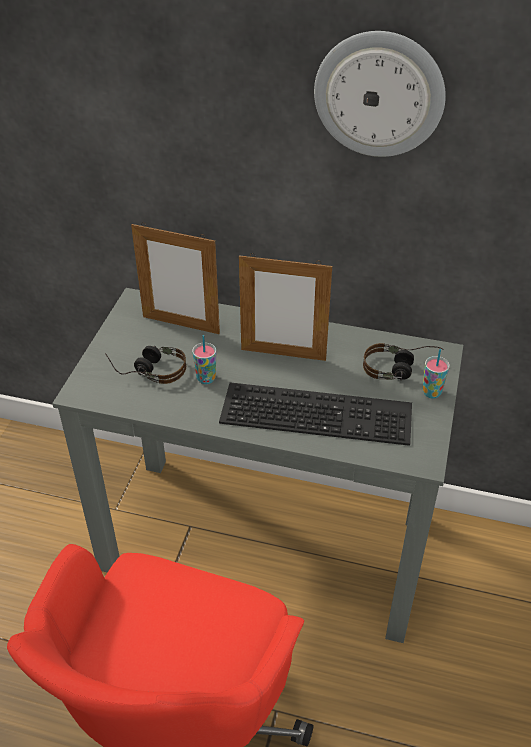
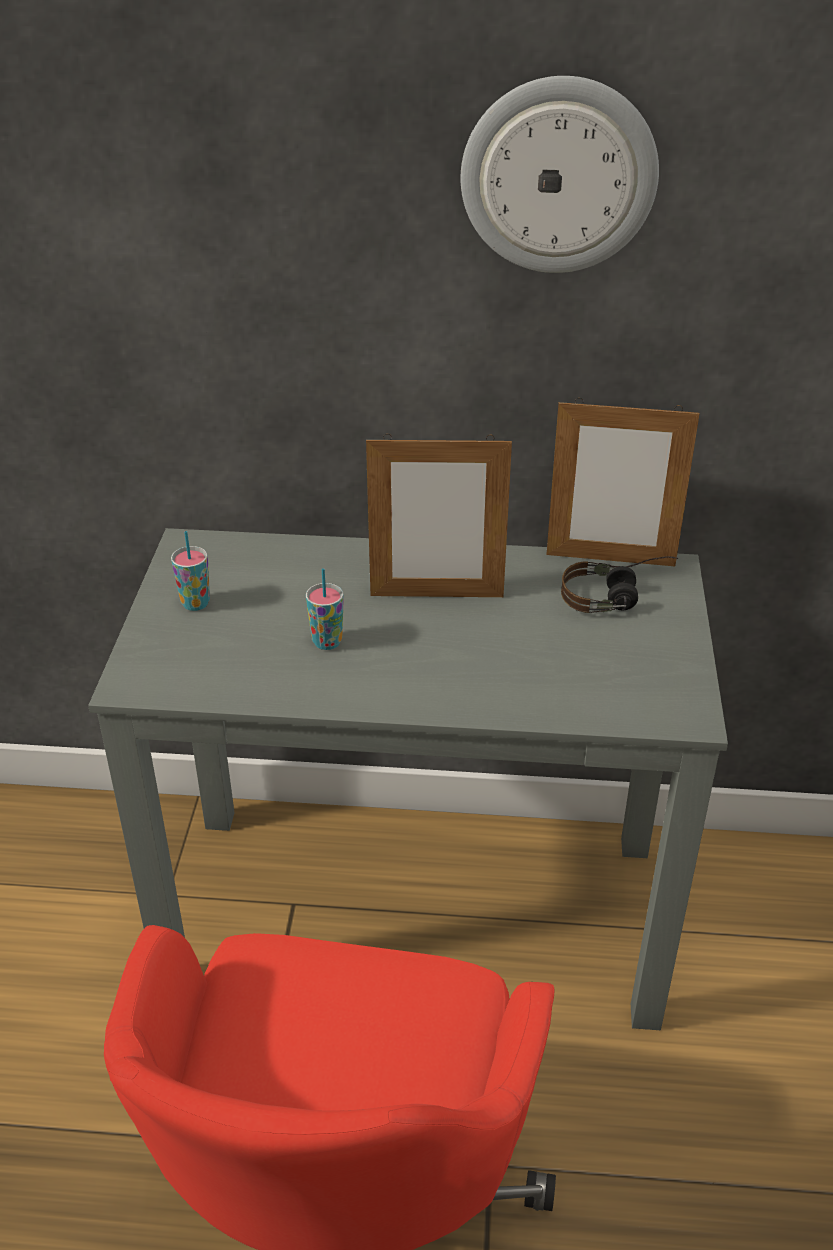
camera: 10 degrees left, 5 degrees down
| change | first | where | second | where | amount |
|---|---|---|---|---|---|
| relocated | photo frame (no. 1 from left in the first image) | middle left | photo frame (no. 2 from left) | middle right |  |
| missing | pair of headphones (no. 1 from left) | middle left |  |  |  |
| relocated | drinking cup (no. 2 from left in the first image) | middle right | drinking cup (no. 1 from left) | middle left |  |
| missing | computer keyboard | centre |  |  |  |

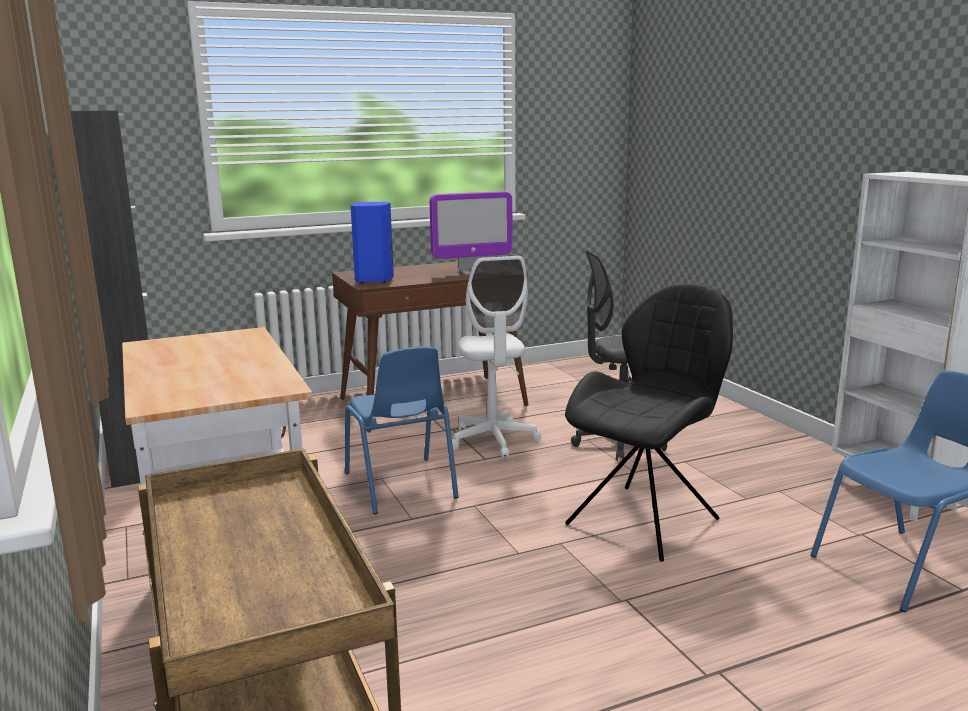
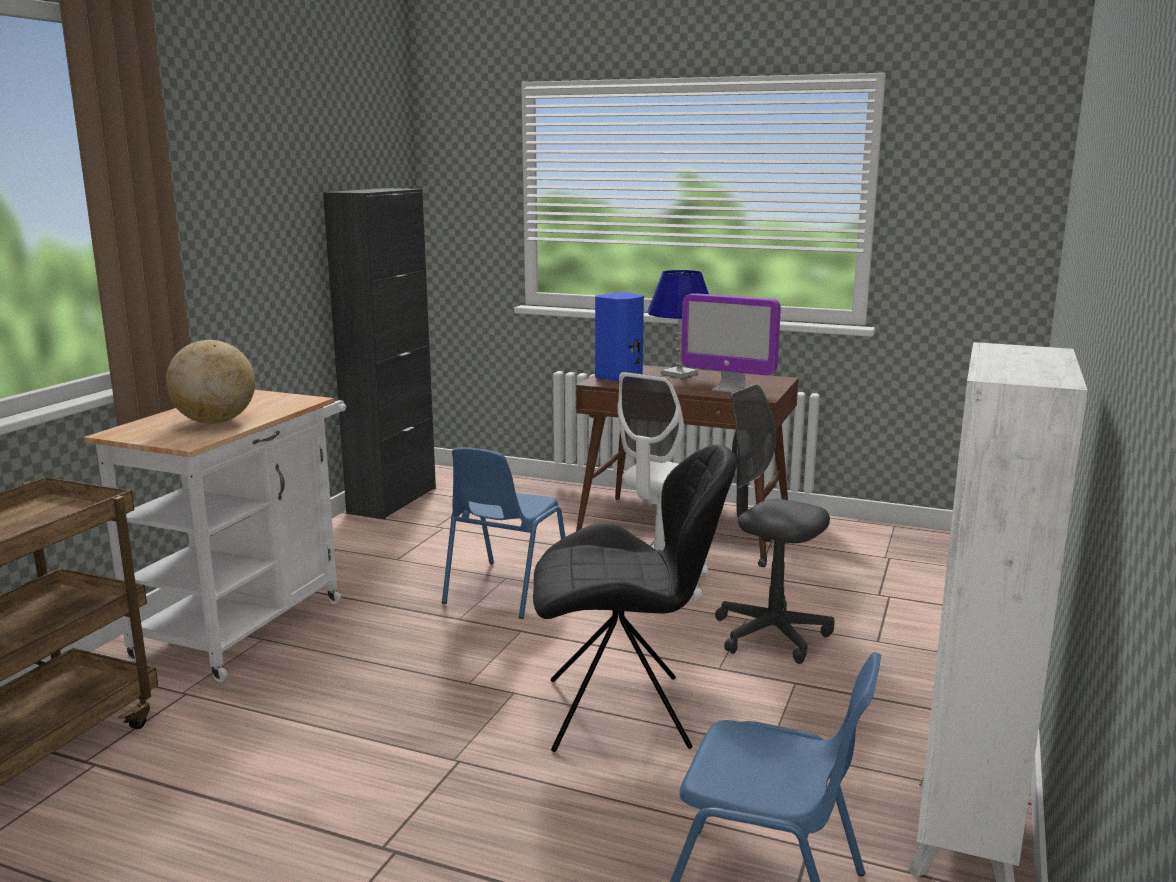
camera: 45 degrees right, 0 degrees up
| change | first | where | second | where | amount |
|---|---|---|---|---|---|
| appeared |  |  | bluish lamp for a table | centre |  |
| appeared |  |  | globe | middle left |  |

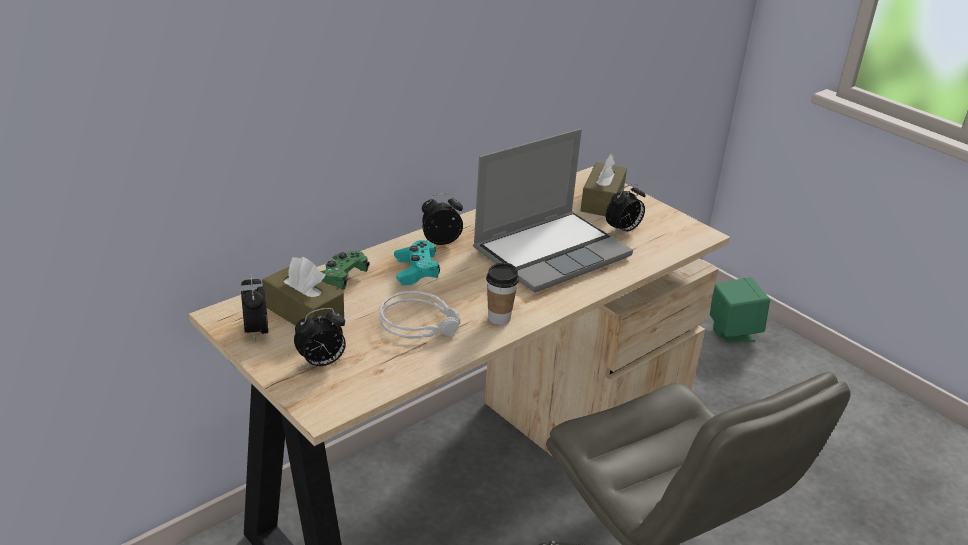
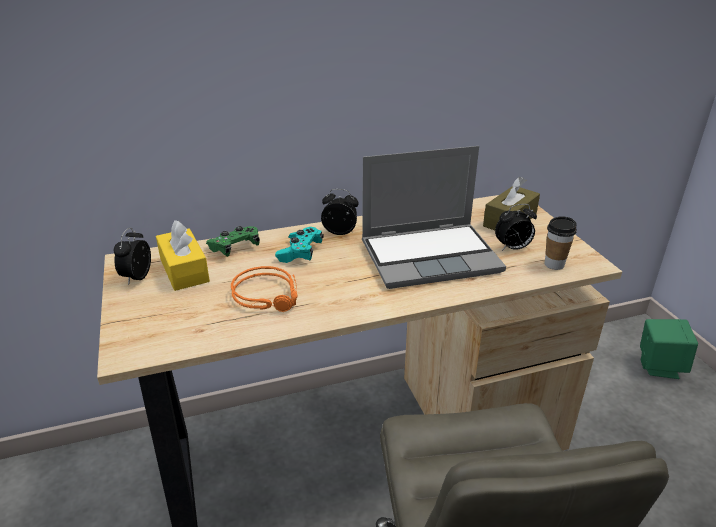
camera: 25 degrees right, 0 degrees up
| change | first | where | second | where | amount |
|---|---|---|---|---|---|
| colour | brown-coloured tissue box (no. 1 from left) | middle left | yellow tissue box | middle left |  |
| relocated | drinking cup | centre |  | middle right |  |
| colour | grey pair of headphones | centre | orange pair of headphones | centre |  |
| missing | bedside clock (no. 2 from left) | middle left |  |  |  |

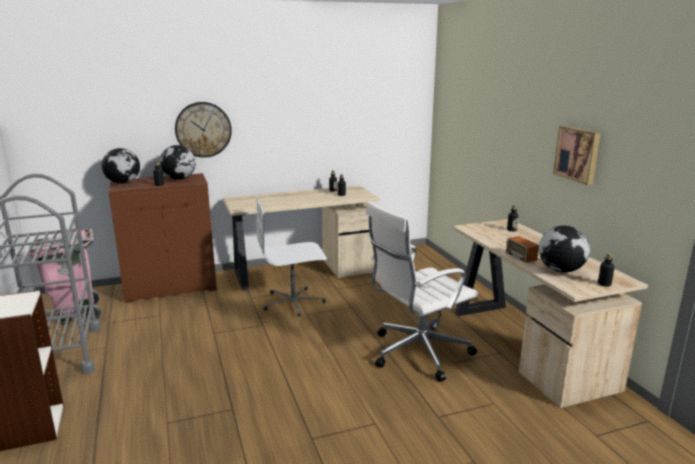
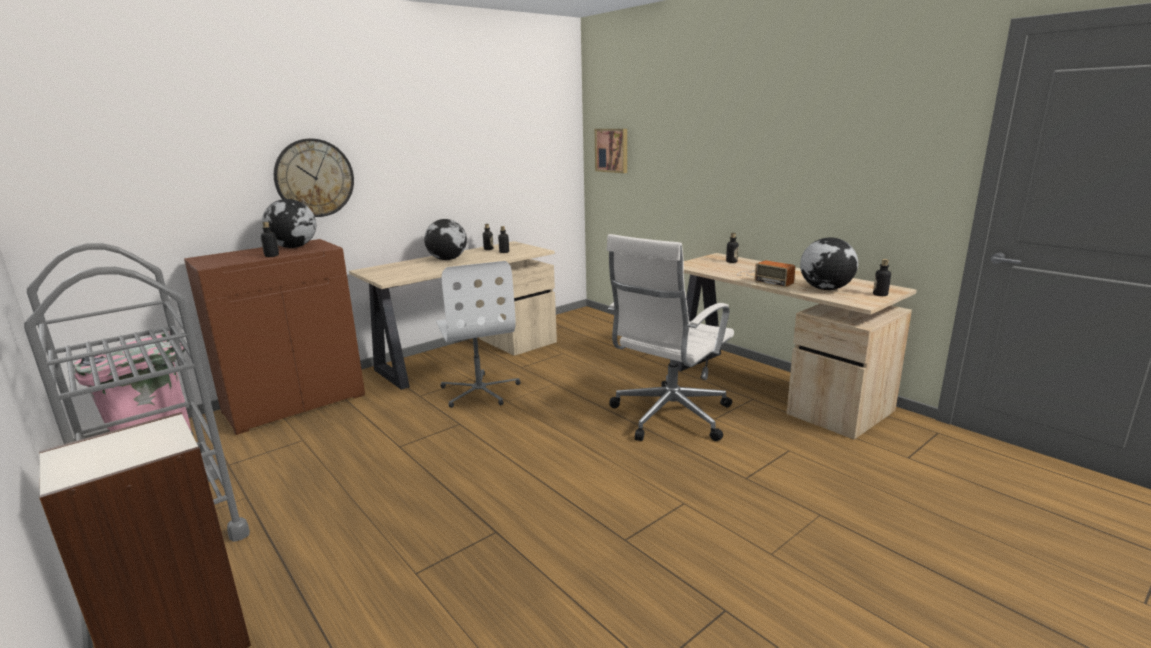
camera: 20 degrees left, 0 degrees up
| change | first | where | second | where | amount |
|---|---|---|---|---|---|
| relocated | wall art | middle right |  | top centre |  |
| relocated | globe (no. 1 from left in the first image) | middle left | globe (no. 2 from left) | centre |  |
| spun | white computer chair (no. 1 from left) | centre |  | centre | 75 degrees counterclockwise |

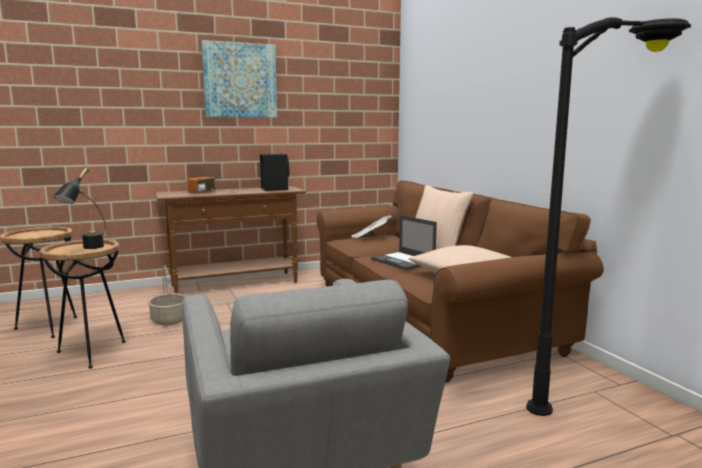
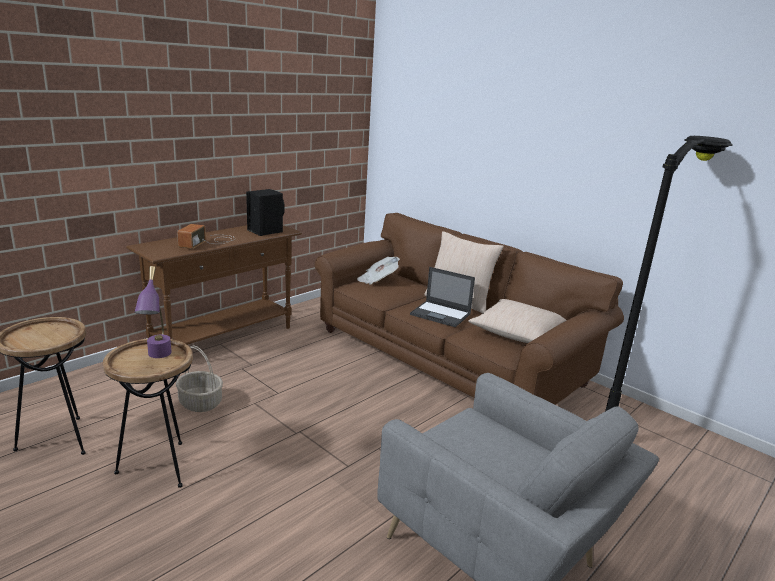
camera: 25 degrees left, 10 degrees up
| change | first | where | second | where | amount |
|---|---|---|---|---|---|
| missing | wall art | top centre |  |  |  |
| colour | blackish lamp for a table | middle left | purple lamp for a table | middle left |  |

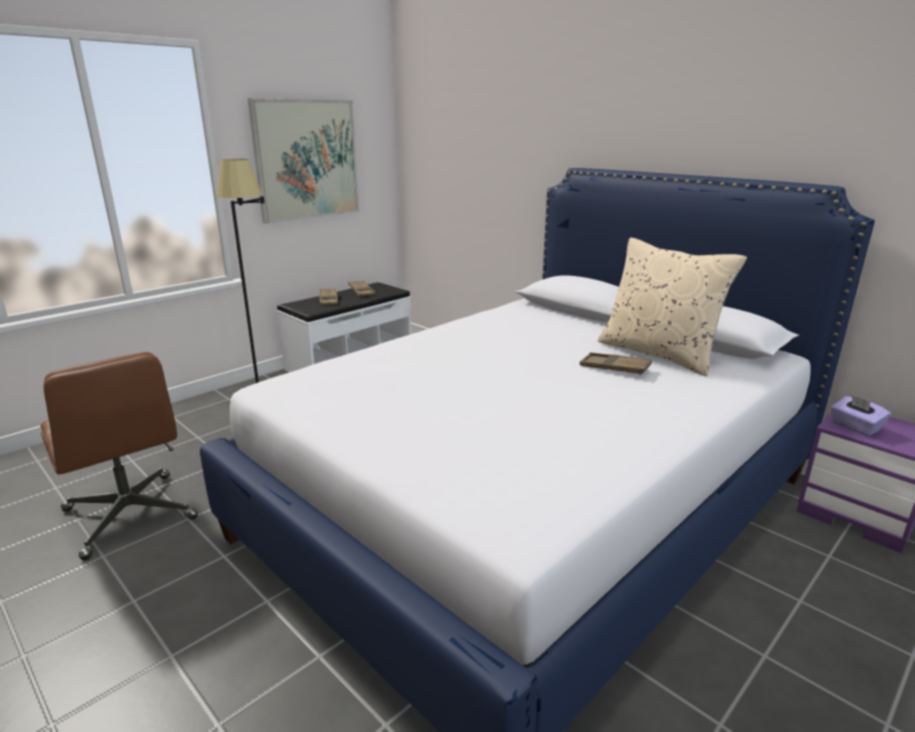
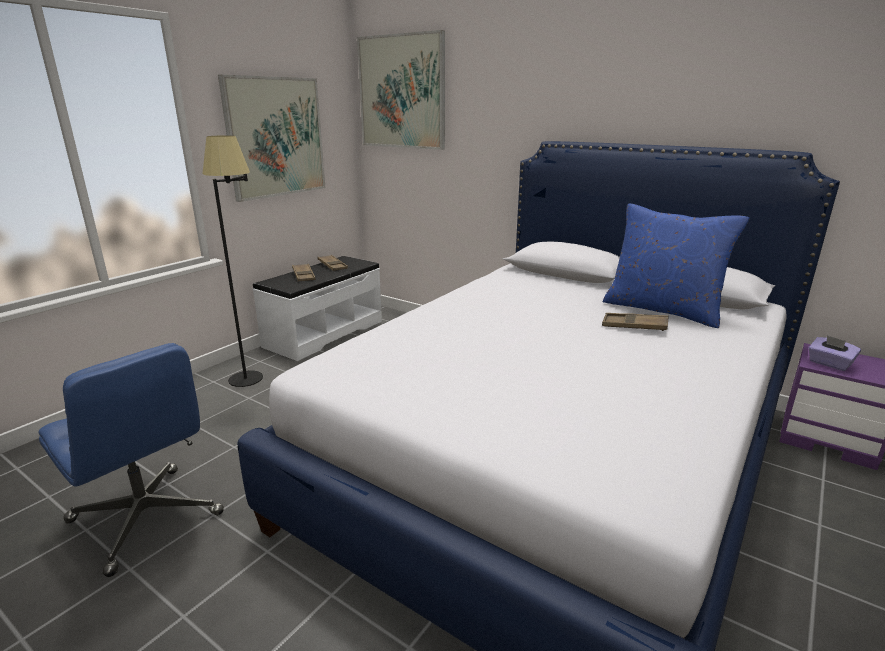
camera: 10 degrees left, 0 degrees up
| change | first | where | second | where | amount |
|---|---|---|---|---|---|
| colour | sand-coloured throw pillow | middle right | bluish throw pillow | middle right |  |
| colour | brown-coloured computer chair | middle left | bluish computer chair | bottom left |  |
| appeared |  |  | wall art (no. 2 from left) | top centre |  |

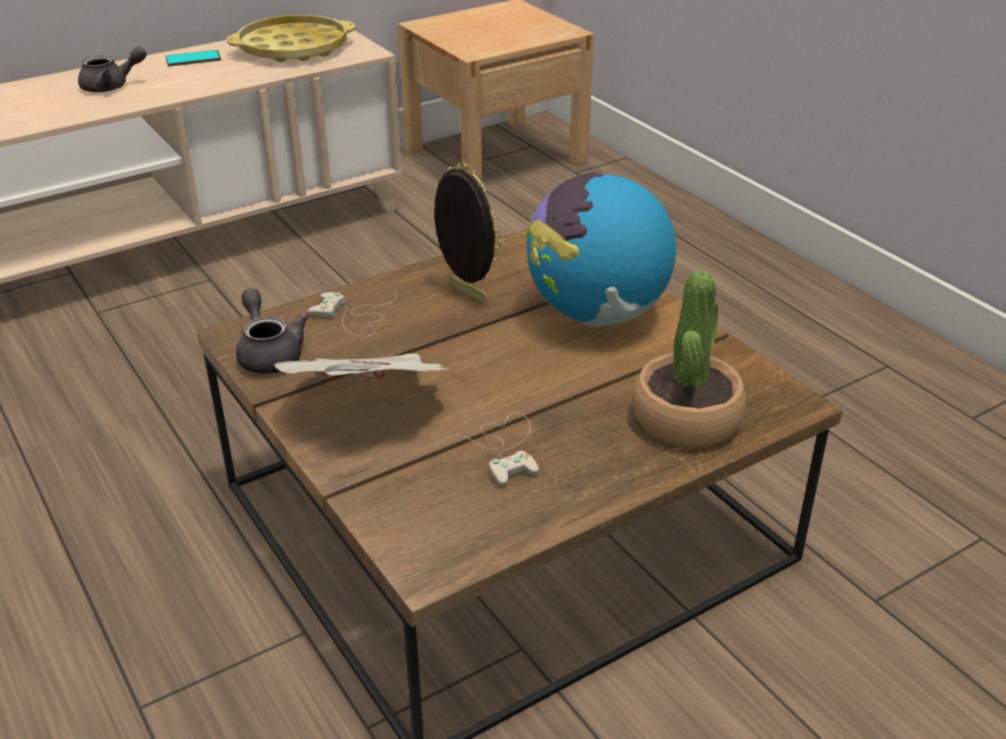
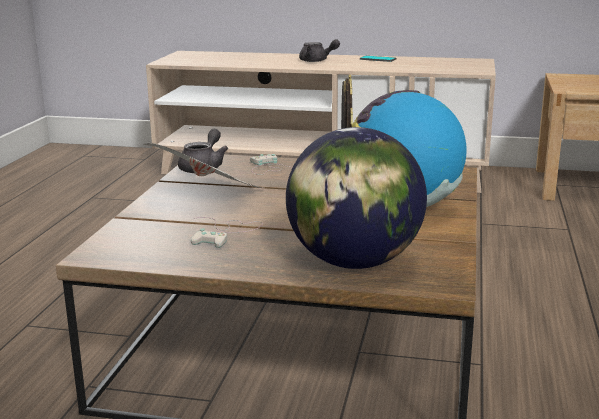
camera: 45 degrees right, 15 degrees down
| change | first | where | second | where | amount |
|---|---|---|---|---|---|
| missing | yellow serving tray | top left |  |  |  |
| exchanged | plant in a pot | middle right | globe (no. 1 from left) | centre |  |

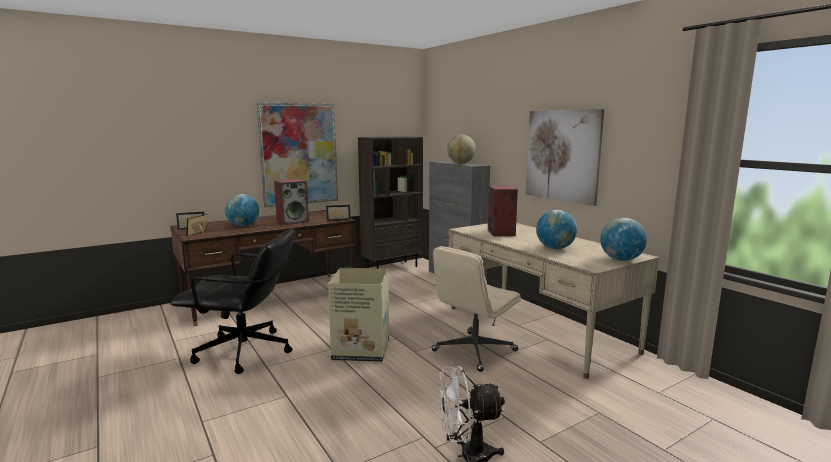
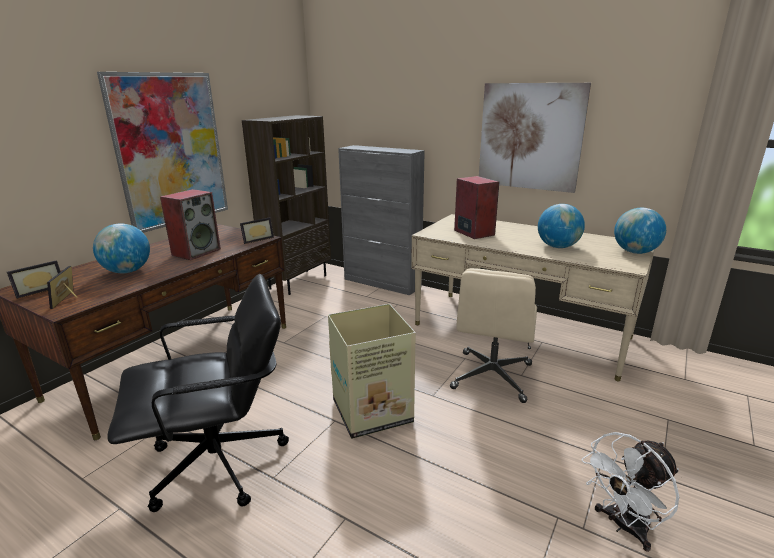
camera: 25 degrees left, 10 degrees up
| change | first | where | second | where | amount |
|---|---|---|---|---|---|
| missing | globe (no. 2 from left) | top centre |  |  |  |

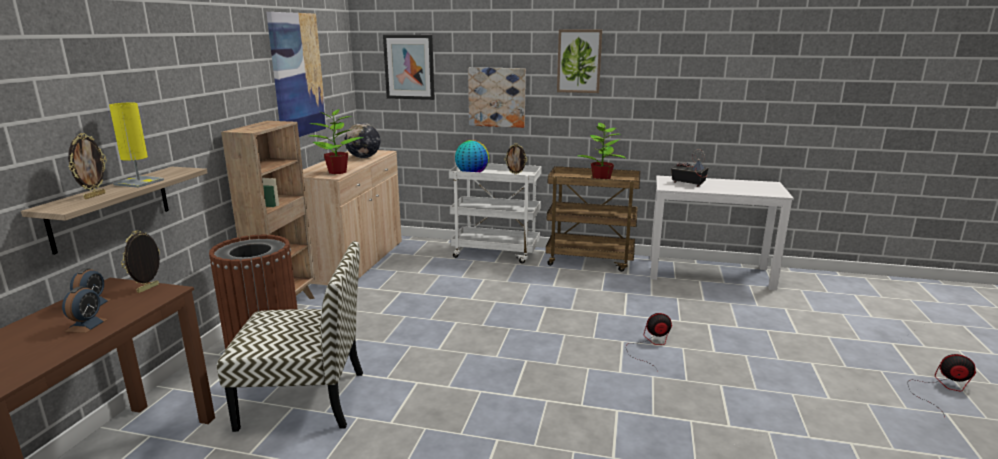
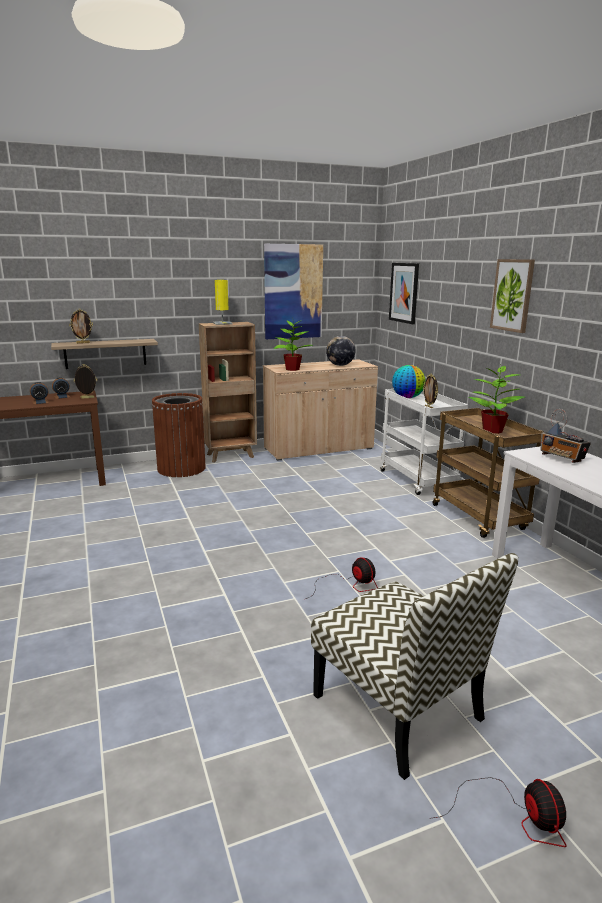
camera: 55 degrees right, 0 degrees up
| change | first | where | second | where | amount |
|---|---|---|---|---|---|
| missing | wall art (no. 3 from left) | top centre |  |  |  |
| relocated | yellow lamp for a table | top left |  | centre |  |
| spun | radio | middle right |  | middle right | 135 degrees clockwise |
| relocated | plain chair | bottom left |  | bottom right |  |

